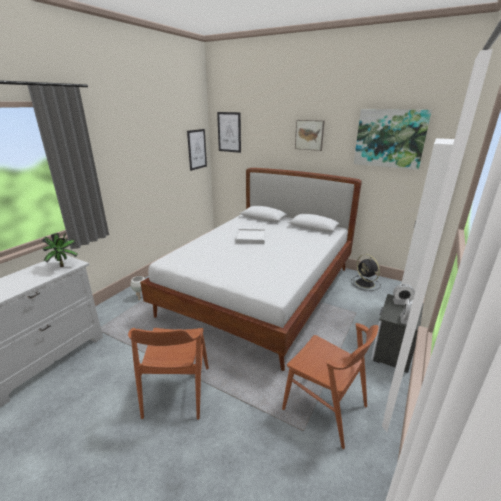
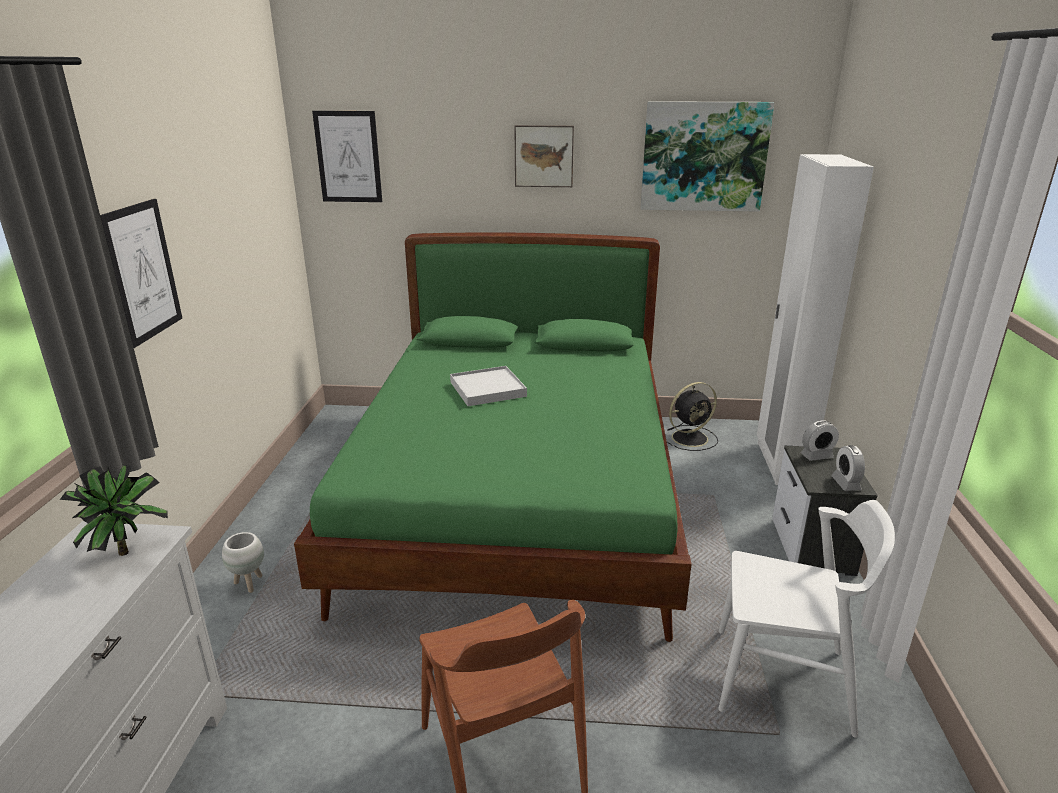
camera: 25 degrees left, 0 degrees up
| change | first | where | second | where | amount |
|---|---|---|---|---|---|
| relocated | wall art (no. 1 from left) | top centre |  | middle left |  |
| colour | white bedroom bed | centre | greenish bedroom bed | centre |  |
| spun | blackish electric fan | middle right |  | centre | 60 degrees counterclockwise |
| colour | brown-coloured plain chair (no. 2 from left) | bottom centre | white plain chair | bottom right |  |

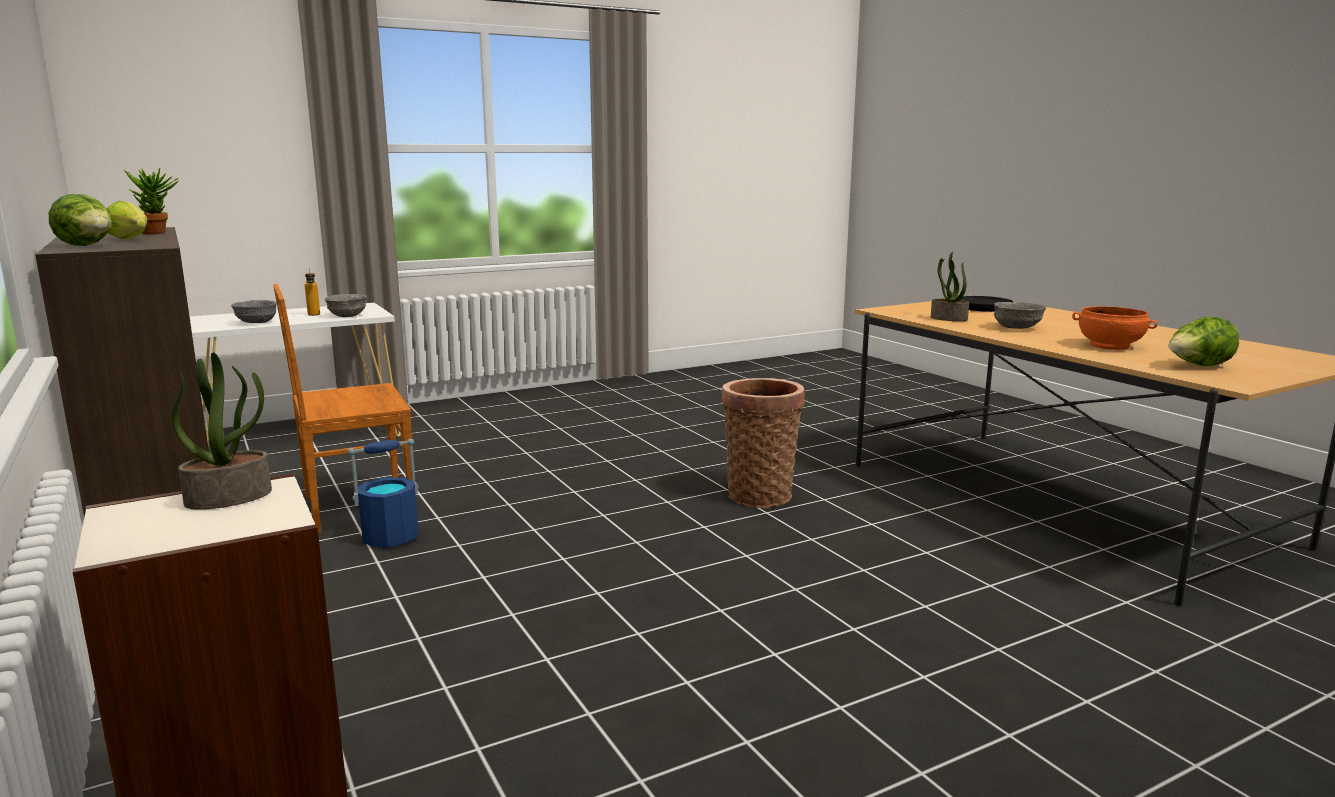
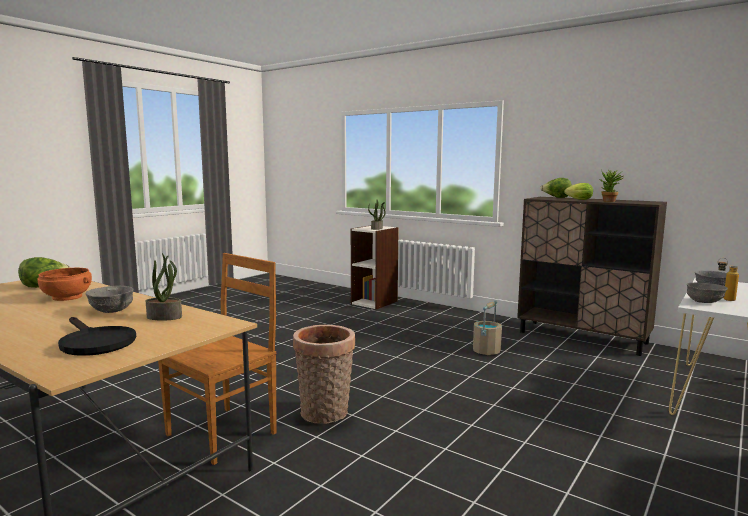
camera: 155 degrees right, 5 degrees down
| change | first | where | second | where | amount |
|---|---|---|---|---|---|
| relocated | brown-coloured plain chair | middle left |  | bottom left |  |
| colour | bluish water bucket | middle left | sand-coloured water bucket | centre |  |

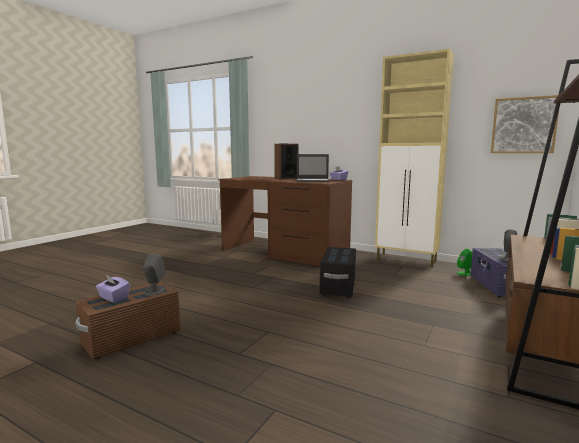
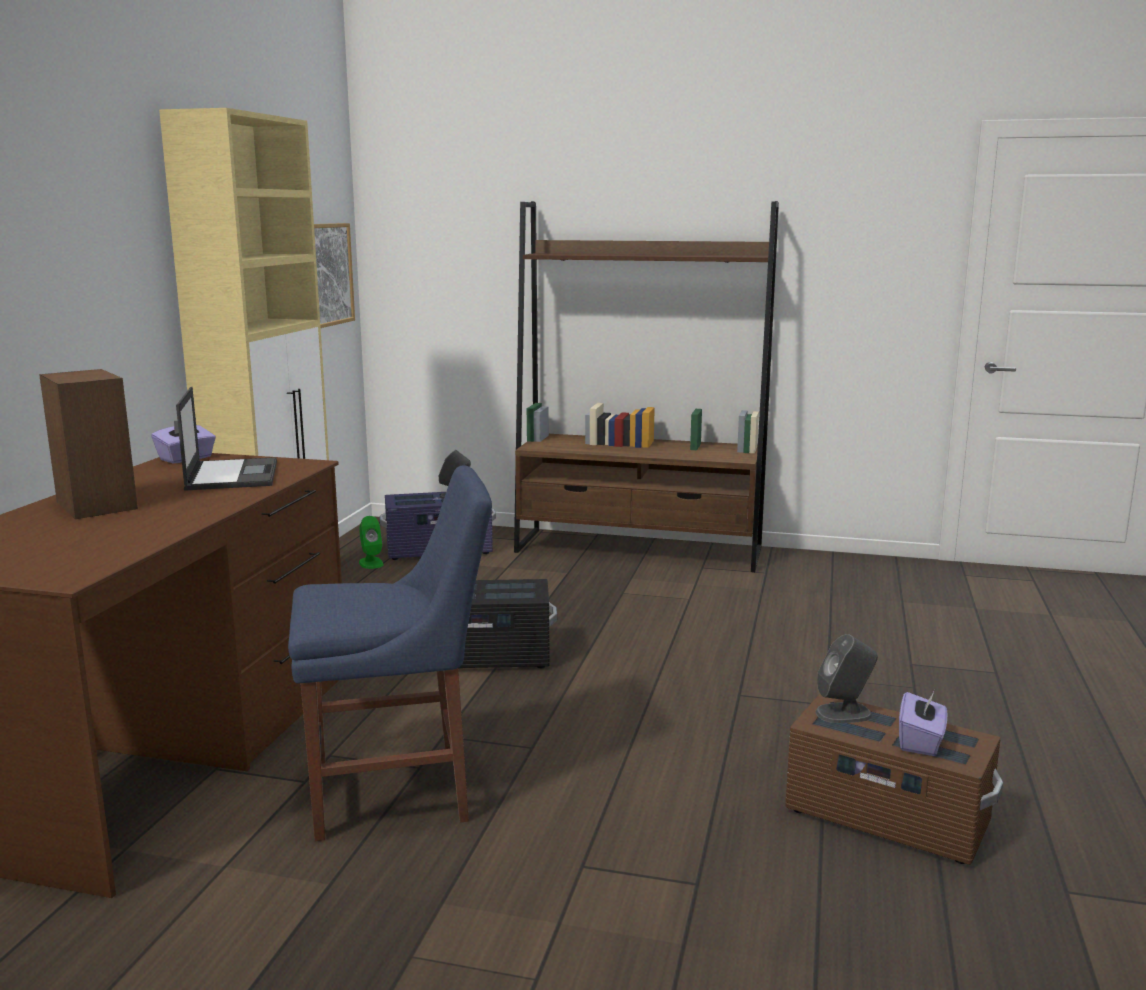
camera: 105 degrees left, 5 degrees up
| change | first | where | second | where | amount |
|---|---|---|---|---|---|
| appeared |  |  | bluish plain chair | centre |  |

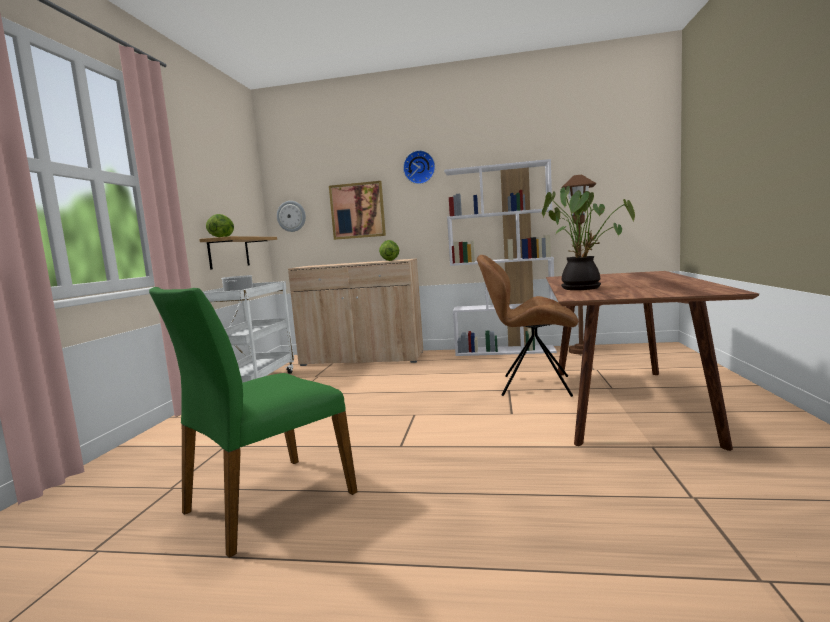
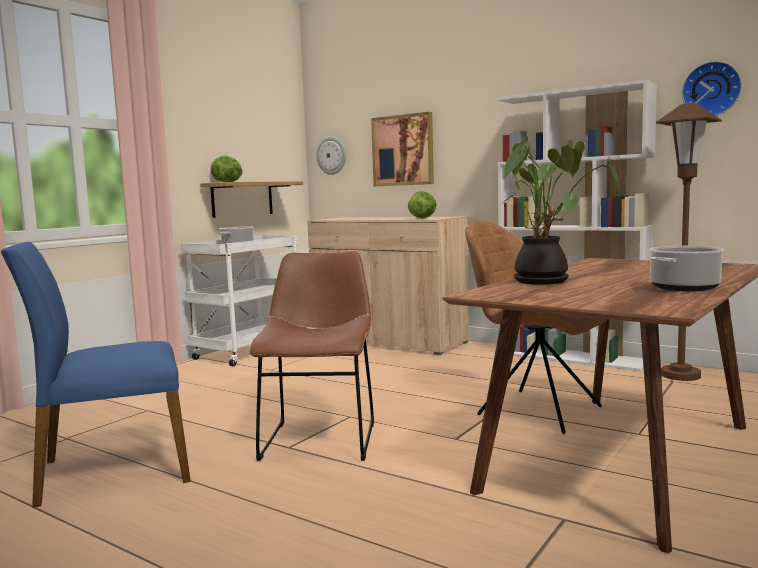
camera: 25 degrees right, 0 degrees up
| change | first | where | second | where | amount |
|---|---|---|---|---|---|
| relocated | hanging clock (no. 2 from left) | top centre |  | top right |  |
| colour | greenish plain chair | bottom left | bluish plain chair | middle left |  |
| appeared |  |  | cooking pot (no. 2 from left) | middle right |  |
| appeared |  |  | brown-coloured plain chair (no. 1 from left) | centre |  |

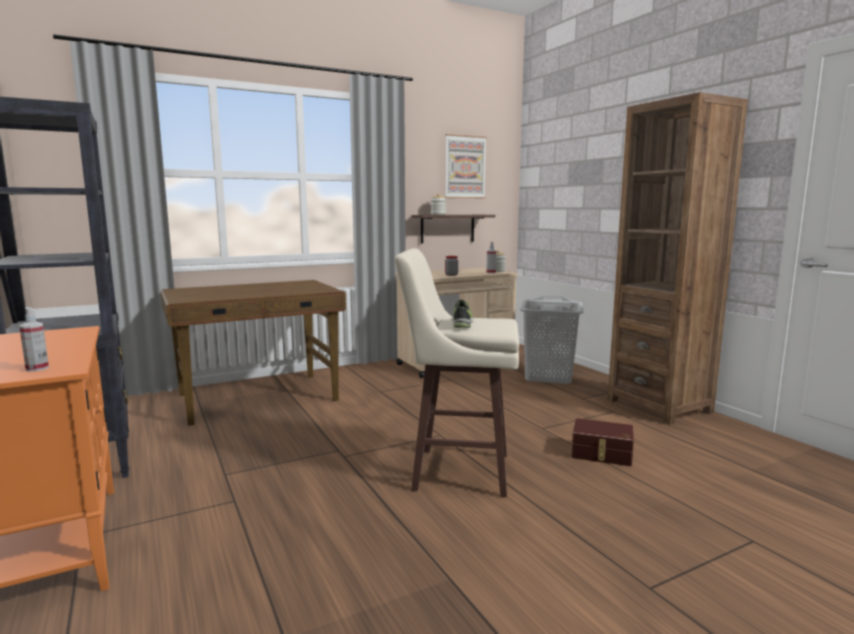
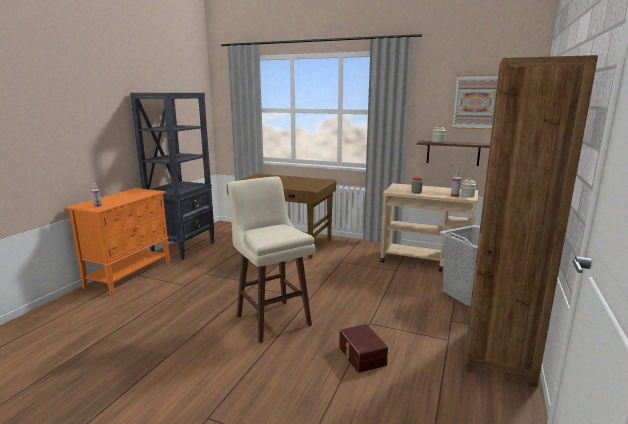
camera: 50 degrees right, 5 degrees up
| change | first | where | second | where | amount |
|---|---|---|---|---|---|
| missing | low shoe | centre |  |  |  |

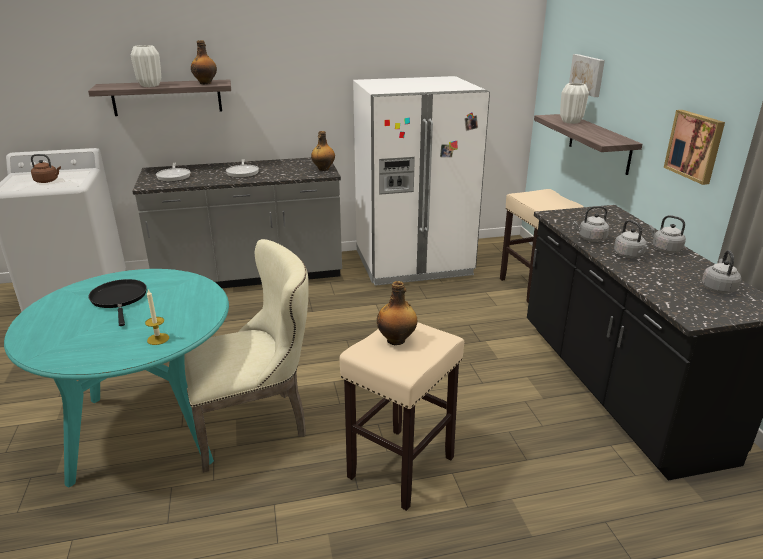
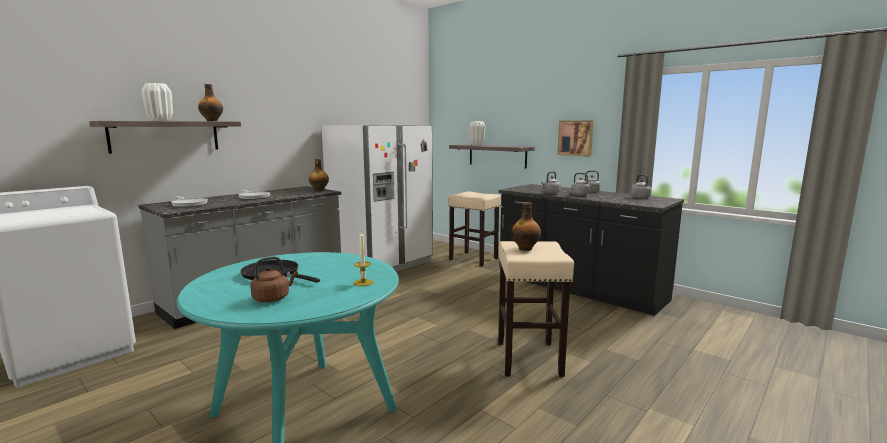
camera: 35 degrees left, 15 degrees down
| change | first | where | second | where | amount |
|---|---|---|---|---|---|
| missing | wall art (no. 1 from left) | top right |  |  |  |
| relocated | brown-coloured water kettle | top left |  | middle left |  |
| missing | sand-coloured plain chair | middle left |  |  |  |

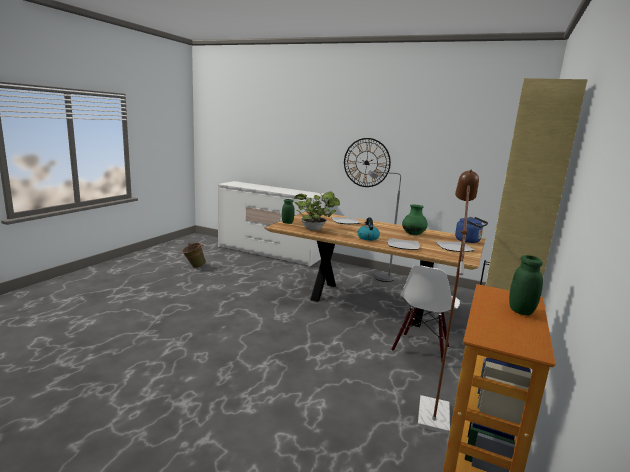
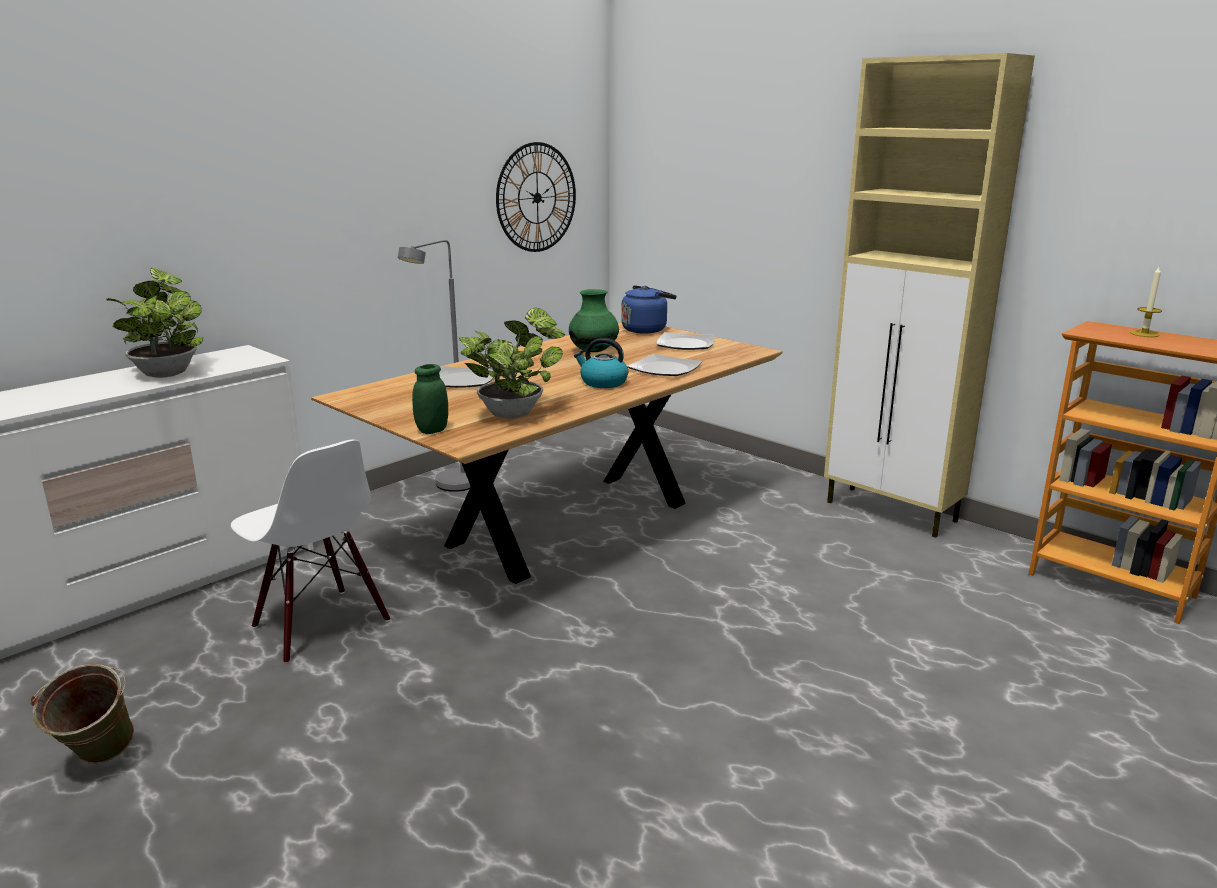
camera: 70 degrees left, 5 degrees up
| change | first | where | second | where | amount |
|---|---|---|---|---|---|
| relocated | hanging clock | centre |  | top centre |  |
| missing | brown-coloured standard lamp | middle right |  |  |  |
| exchanged | greenish jar (no. 2 from left) | middle right | wax candle | middle right |  |
| relocated | white plain chair | bottom right |  | middle left |  |
| appeared |  |  | plant in a pot (no. 1 from left) | middle left |  |

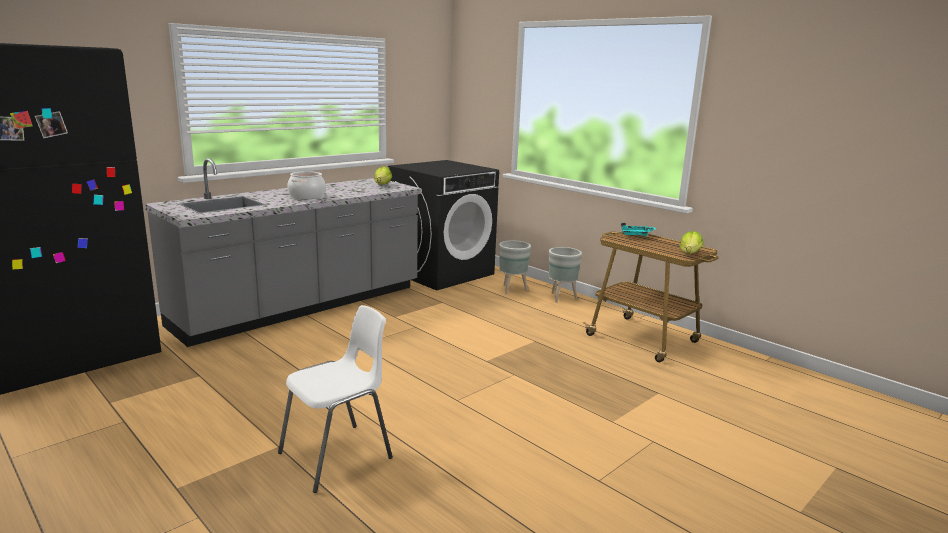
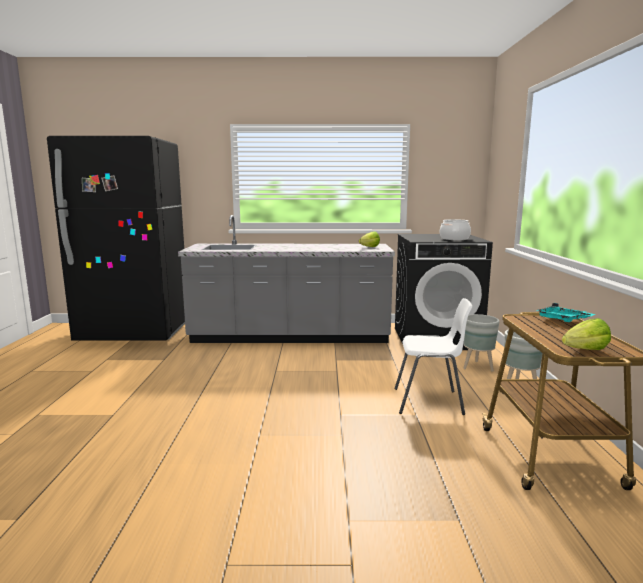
camera: 45 degrees right, 5 degrees down
| change | first | where | second | where | amount |
|---|---|---|---|---|---|
| relocated | cooking pot | middle left |  | middle right |  |
| relocated | white plain chair | bottom centre |  | middle right |  |

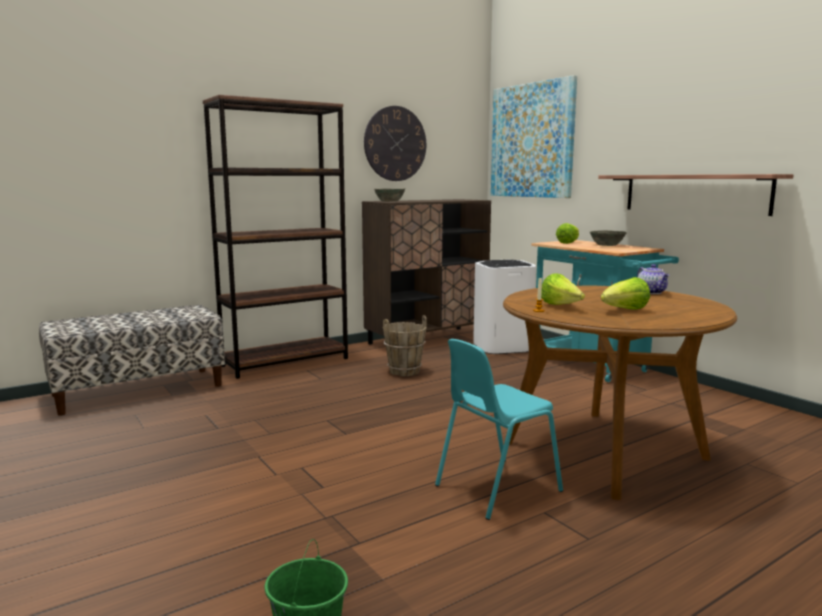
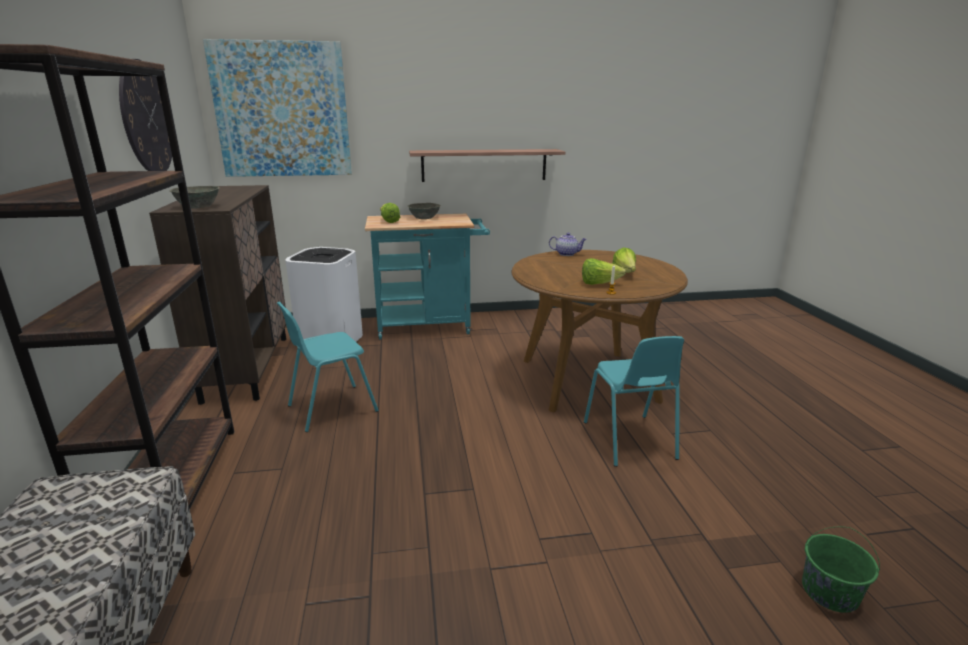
camera: 65 degrees left, 10 degrees up
| change | first | where | second | where | amount |
|---|---|---|---|---|---|
| exchanged | brown-coloured water bucket | centre | blue-green plain chair (no. 1 from left) | centre |  |

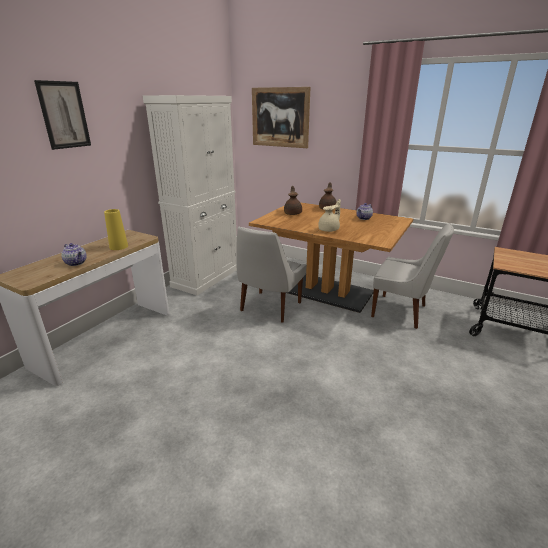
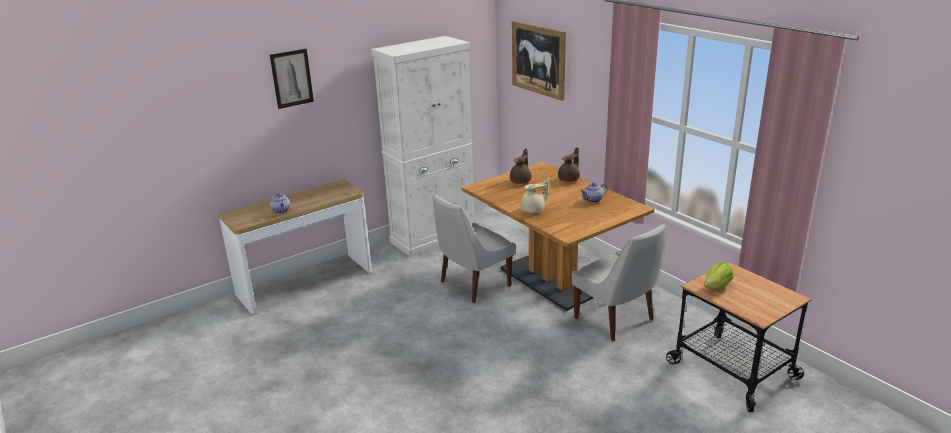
camera: 25 degrees right, 0 degrees up
| change | first | where | second | where | amount |
|---|---|---|---|---|---|
| missing | yellow vase | middle left |  |  |  |
| appeared |  |  | lettuce head | middle right |  |

